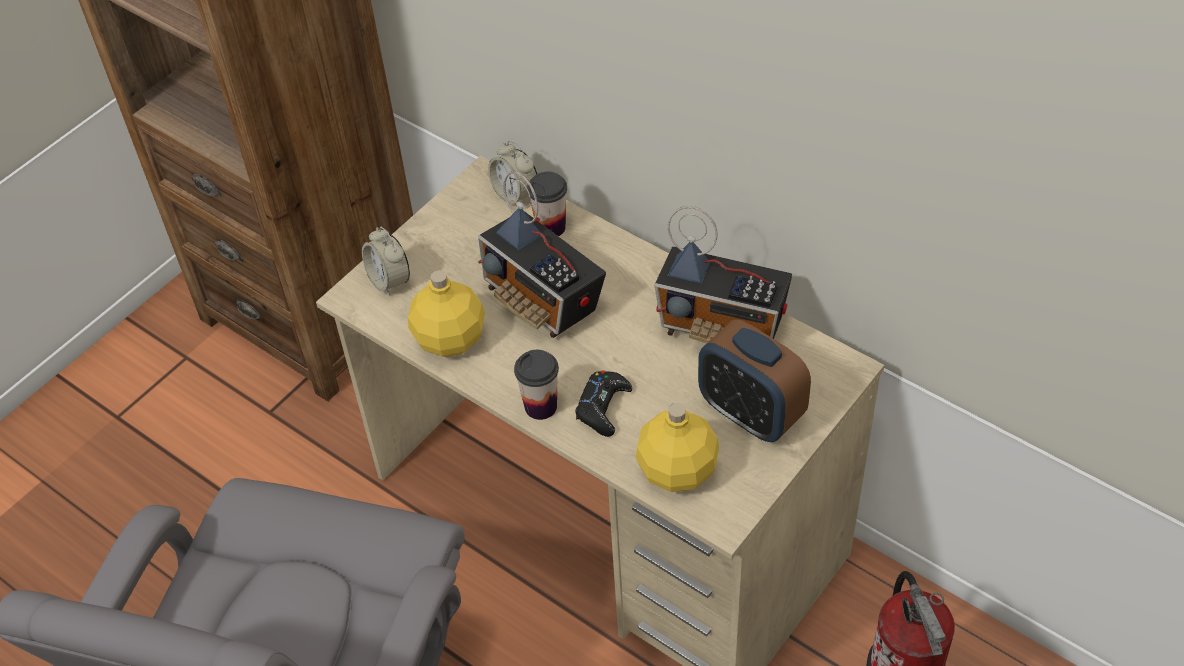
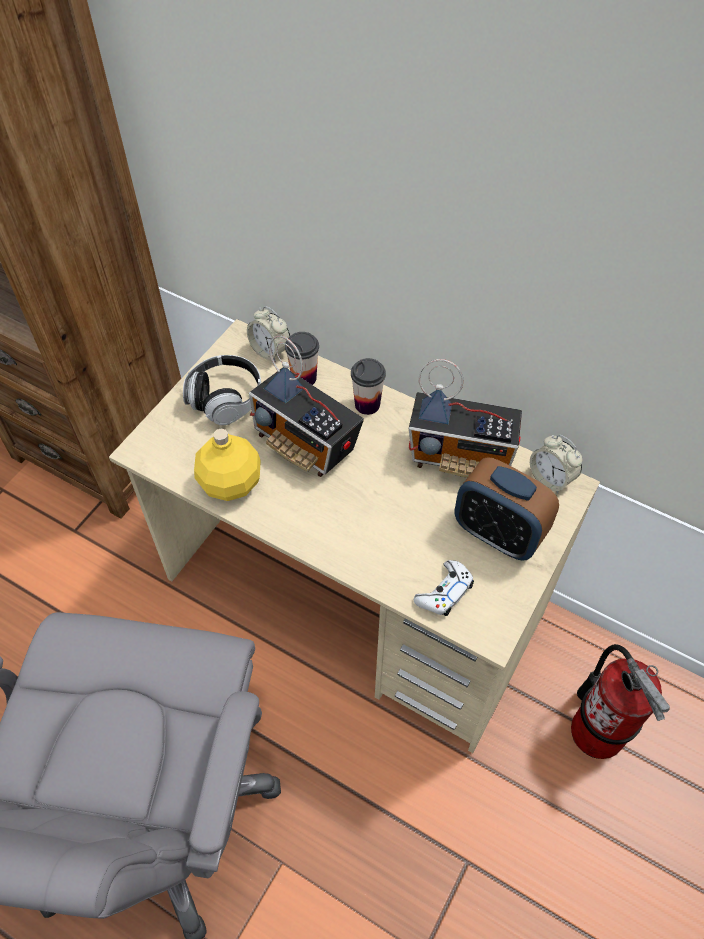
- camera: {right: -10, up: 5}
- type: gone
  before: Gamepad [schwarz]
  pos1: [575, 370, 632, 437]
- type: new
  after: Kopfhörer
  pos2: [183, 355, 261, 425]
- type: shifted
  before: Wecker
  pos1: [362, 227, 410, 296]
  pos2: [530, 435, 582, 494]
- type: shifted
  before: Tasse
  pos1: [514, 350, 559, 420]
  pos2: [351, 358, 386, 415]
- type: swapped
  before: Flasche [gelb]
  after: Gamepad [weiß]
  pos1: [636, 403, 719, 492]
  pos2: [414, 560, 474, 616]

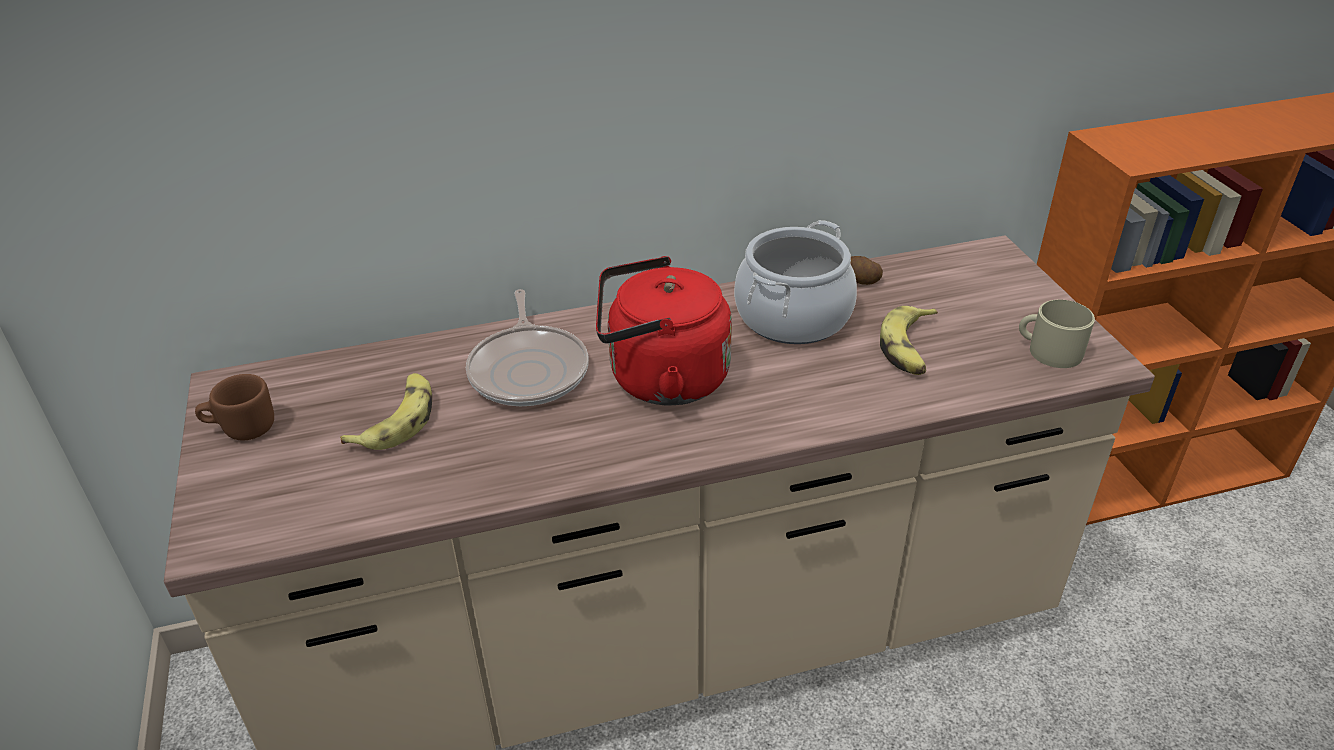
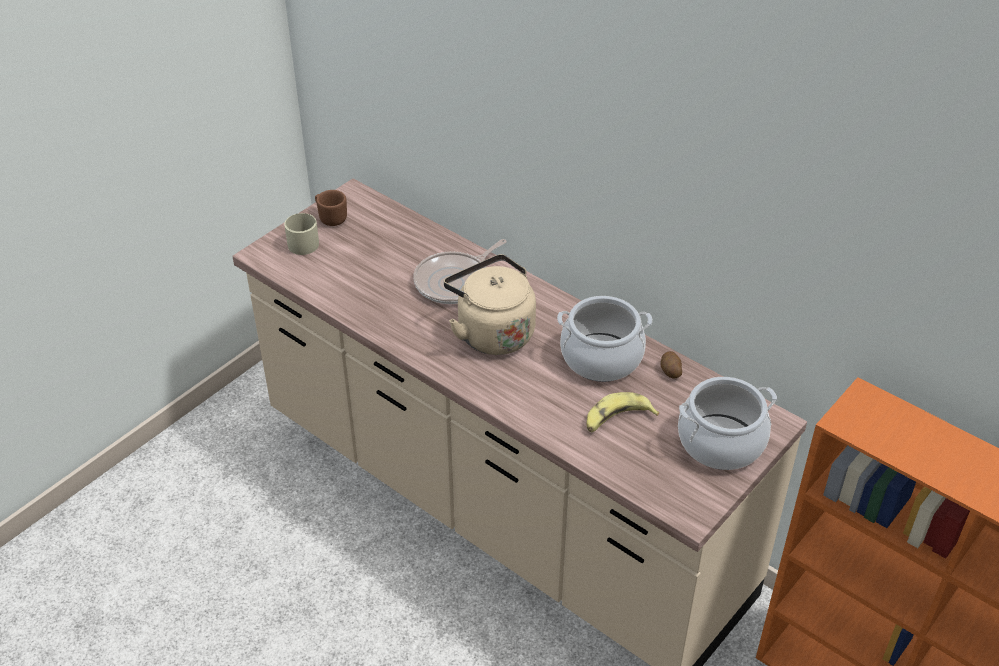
- camera: {right: 55, up: 5}
- type: gone
  before: Banane
  pos1: [340, 373, 432, 450]
- type: new
  after: Kochtopf
  pos2: [678, 377, 777, 470]
- type: shifted
  before: Henkelbecher [beige]
  pos1: [1019, 300, 1095, 368]
  pos2: [284, 213, 319, 255]
- type: repainted
  before: Wasserkessel [rot]
  after: Wasserkessel [beige]
  pos1: [596, 256, 732, 405]
  pos2: [444, 254, 536, 355]

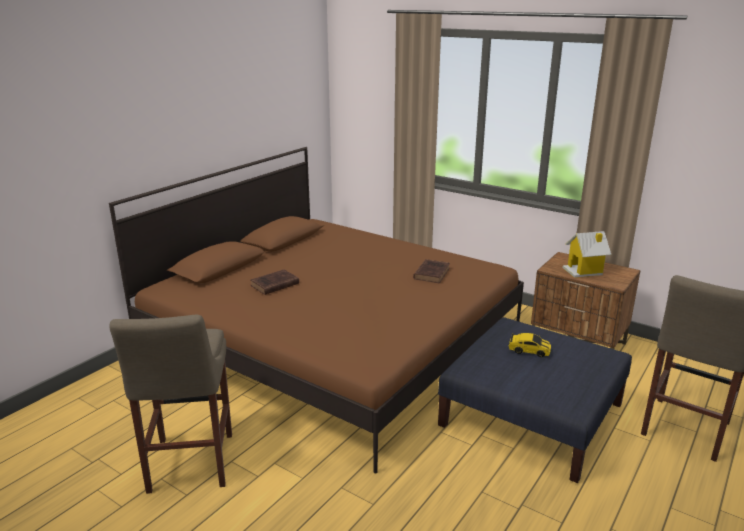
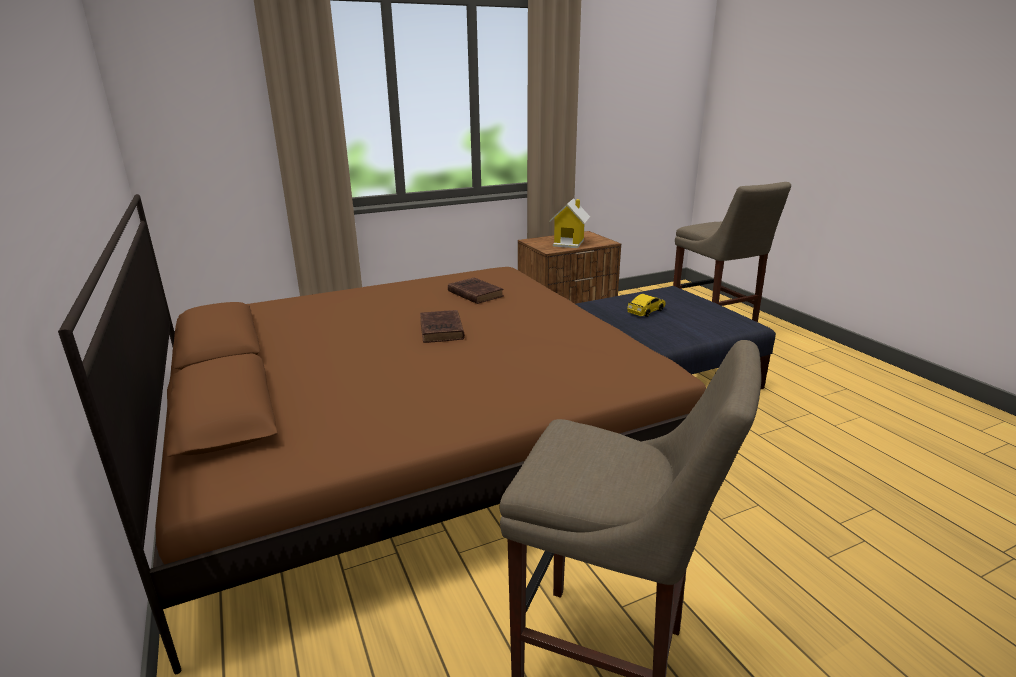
- camera: {right: -60, up: 0}
- type: shifted
  before: Buch [braun]
  pos1: [250, 270, 299, 295]
  pos2: [420, 310, 465, 343]

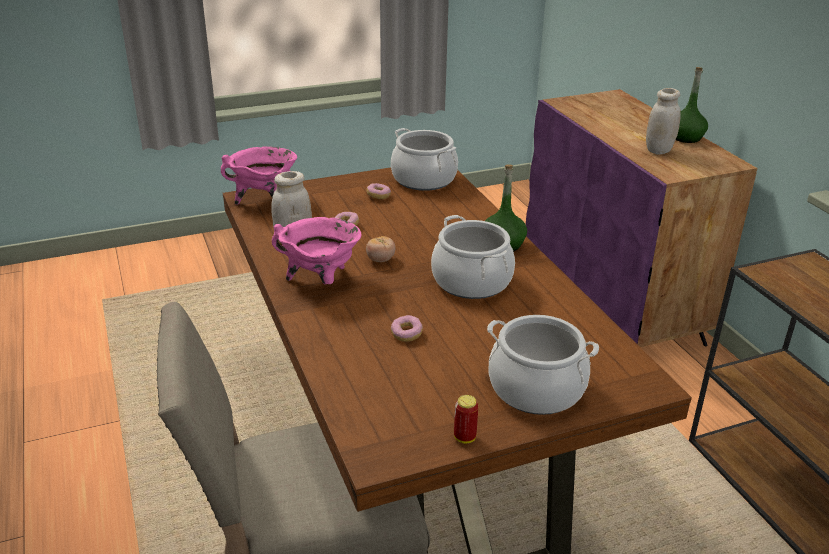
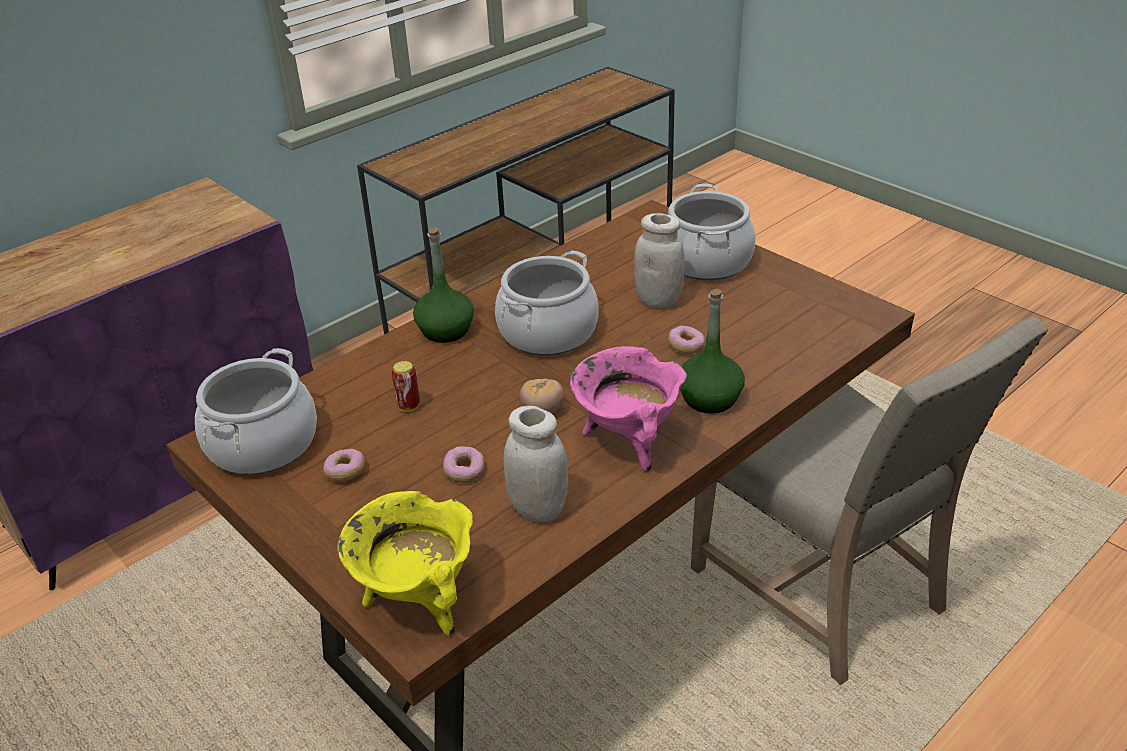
- camera: {right: -110, up: 5}
- type: shifted
  before: Dose
  pos1: [454, 395, 478, 443]
  pos2: [392, 361, 420, 412]
- type: shifted
  before: Vorratsglas [weiß]
  pos1: [646, 88, 681, 155]
  pos2: [634, 213, 685, 308]
- type: shifted
  before: Flasche [grün]
  pos1: [676, 67, 708, 143]
  pos2: [680, 289, 745, 414]
- type: repainted
  before: Kochtopf [rosa]
  after: Kochtopf [gelb]
  pos1: [221, 146, 297, 205]
  pos2: [337, 491, 473, 636]

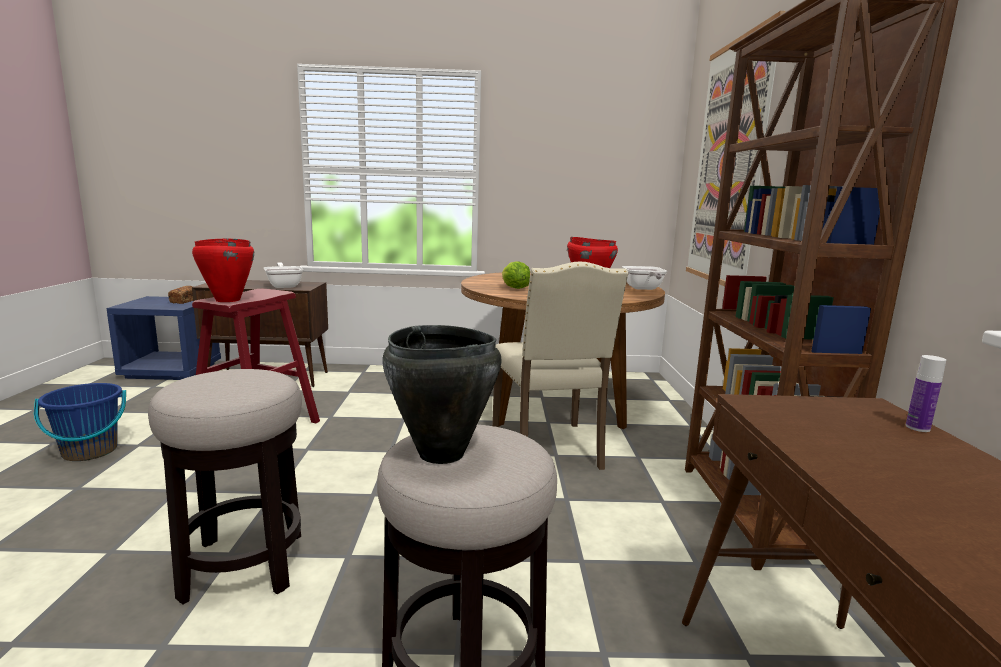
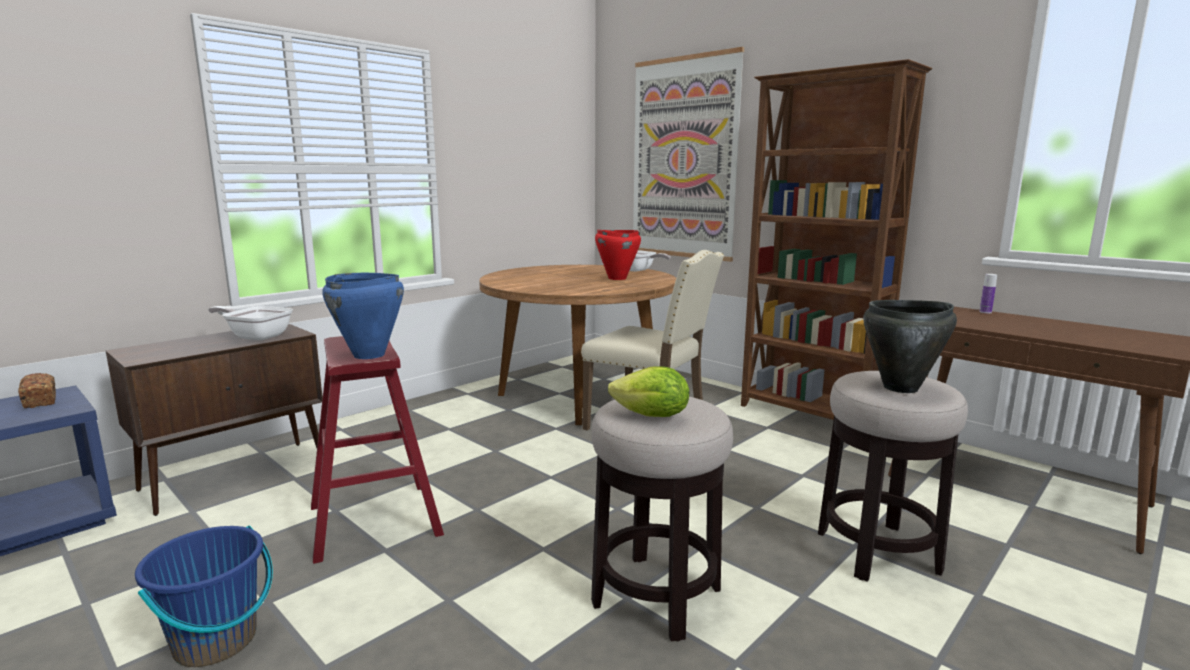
- camera: {right: -45, up: 0}
- type: shifted
  before: Salatkopf
  pos1: [502, 261, 530, 289]
  pos2: [608, 366, 689, 417]
- type: repainted
  before: Kochtopf [rot]
  after: Kochtopf [blau]
  pos1: [192, 238, 254, 302]
  pos2: [322, 273, 404, 359]

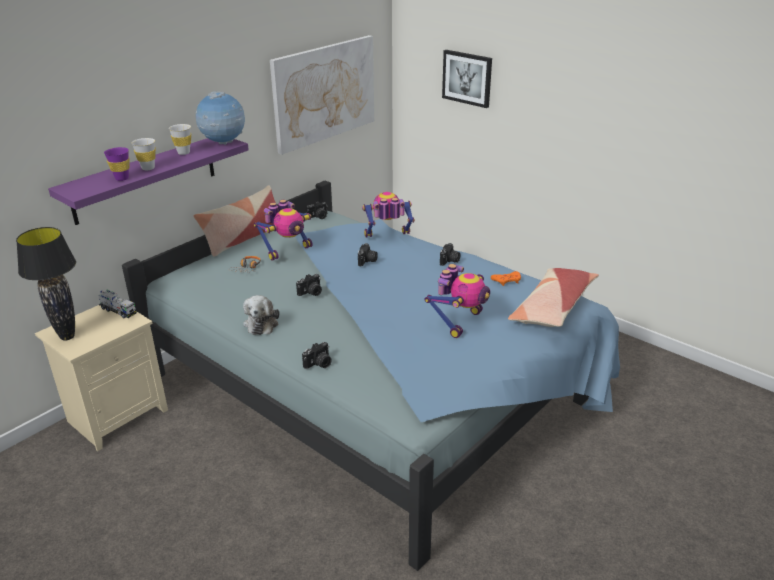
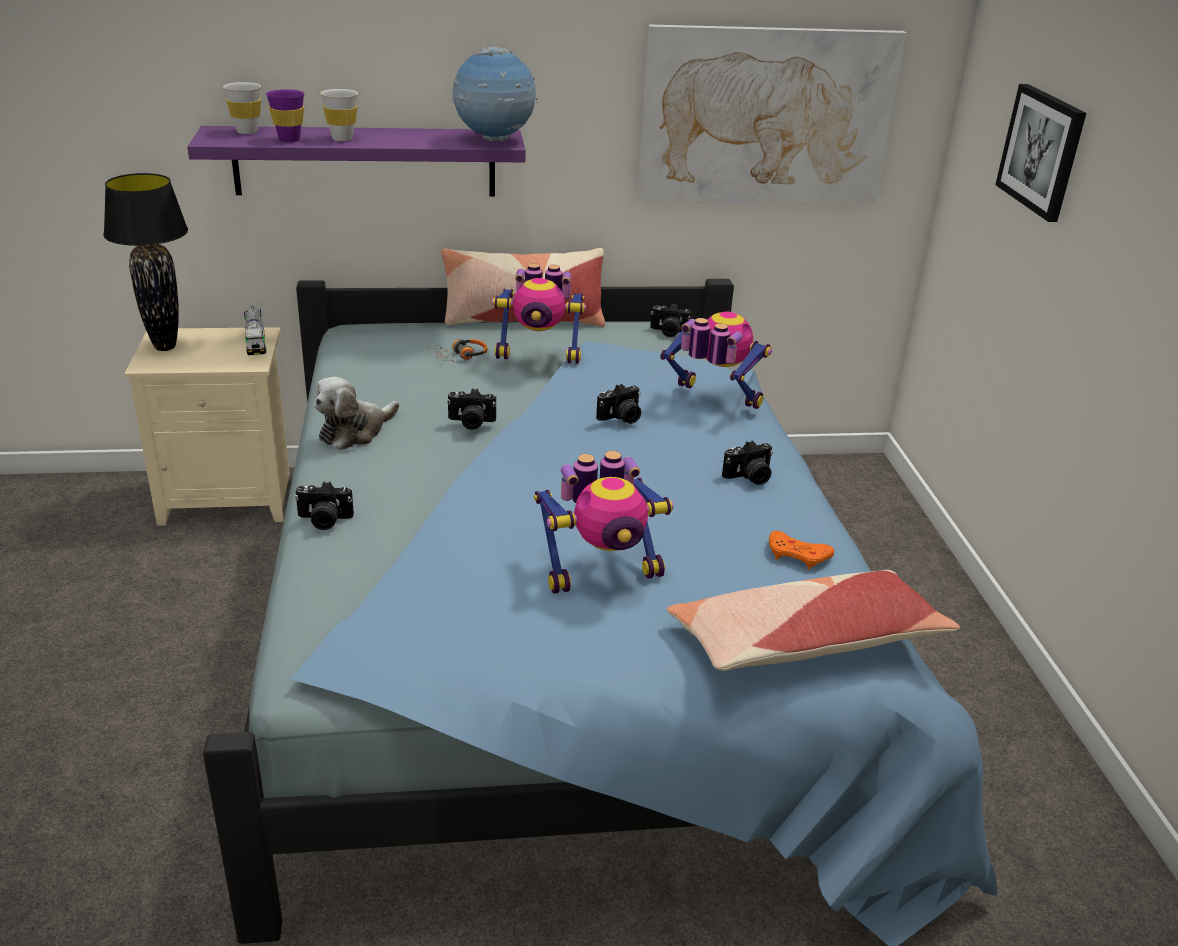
- camera: {right: 40, up: 0}
- type: shifted
  before: Tasse [weiß]
  pos1: [169, 124, 191, 155]
  pos2: [223, 82, 261, 134]

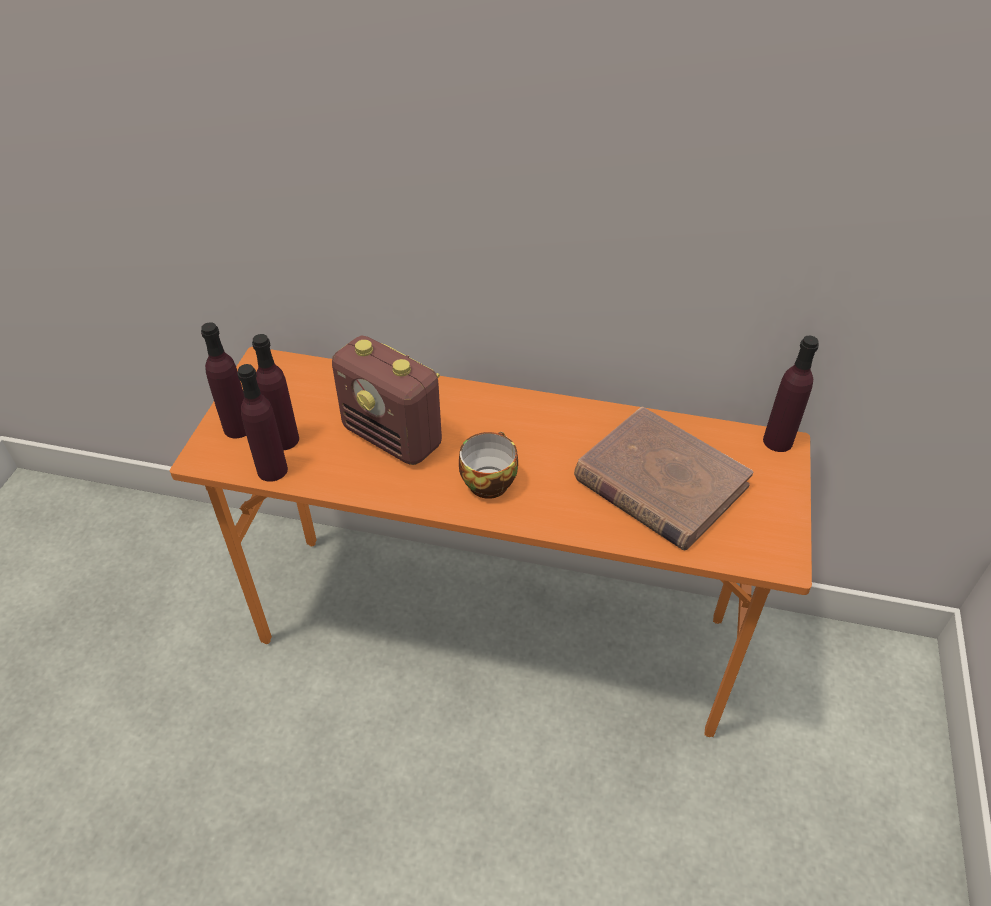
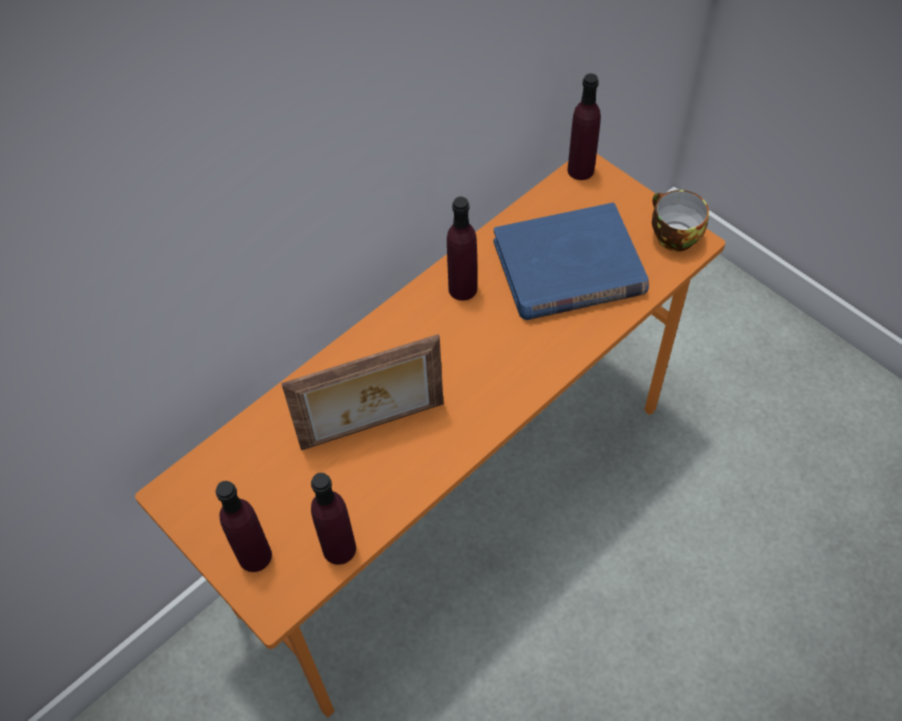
- camera: {right: -55, up: 10}
- type: shifted
  before: Flasche [lila]
  pos1: [252, 334, 299, 450]
  pos2: [447, 197, 477, 301]
- type: shifted
  before: Tasse
  pos1: [459, 432, 518, 499]
  pos2: [652, 190, 709, 252]
- type: swapped
  before: Radio
  after: Bilderrahmen
  pos1: [332, 335, 442, 465]
  pos2: [281, 334, 444, 450]
- type: repainted
  before: Buch [braun]
  after: Buch [blau]
  pos1: [574, 407, 753, 550]
  pos2: [494, 203, 649, 320]

